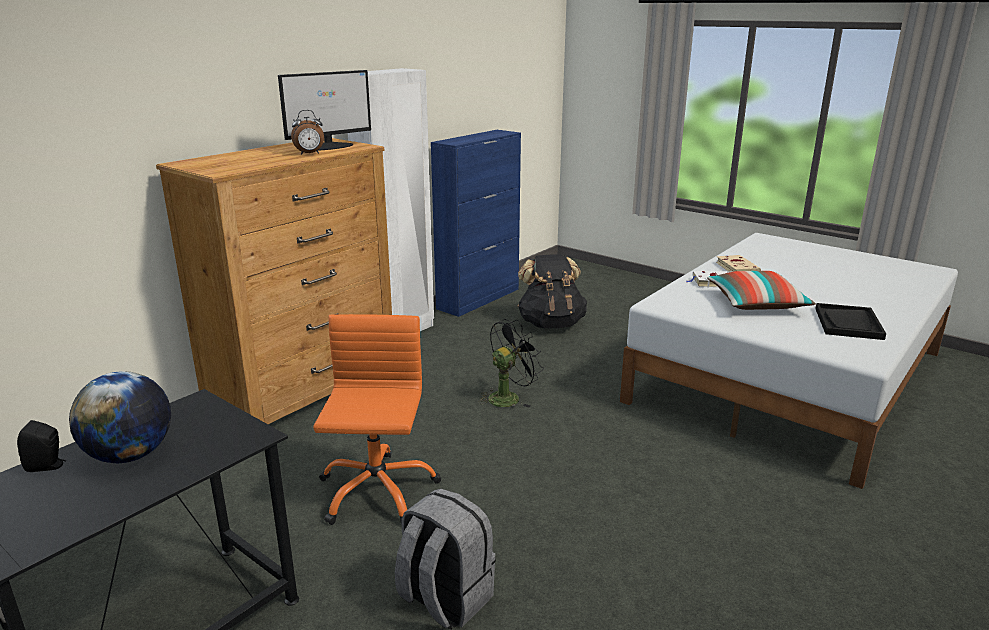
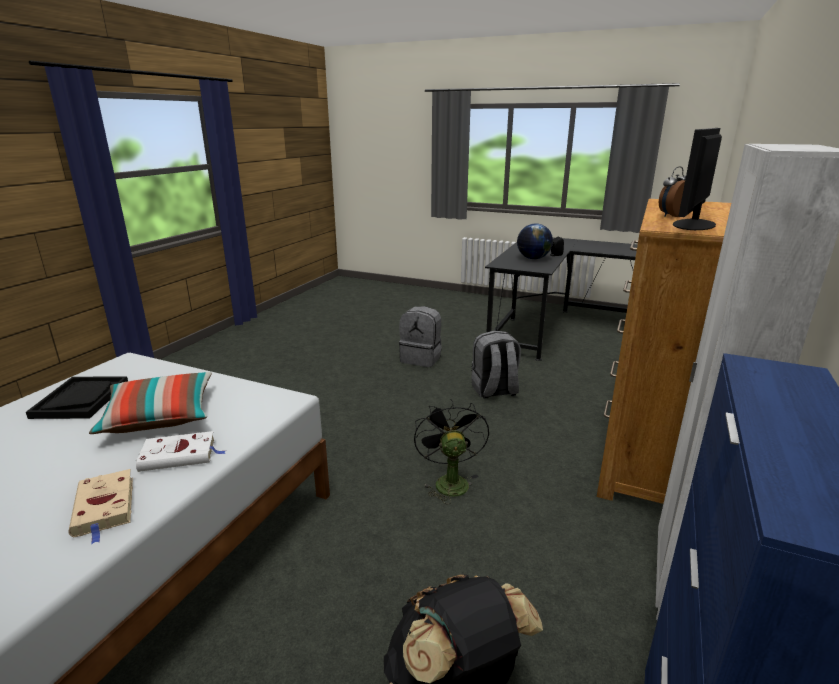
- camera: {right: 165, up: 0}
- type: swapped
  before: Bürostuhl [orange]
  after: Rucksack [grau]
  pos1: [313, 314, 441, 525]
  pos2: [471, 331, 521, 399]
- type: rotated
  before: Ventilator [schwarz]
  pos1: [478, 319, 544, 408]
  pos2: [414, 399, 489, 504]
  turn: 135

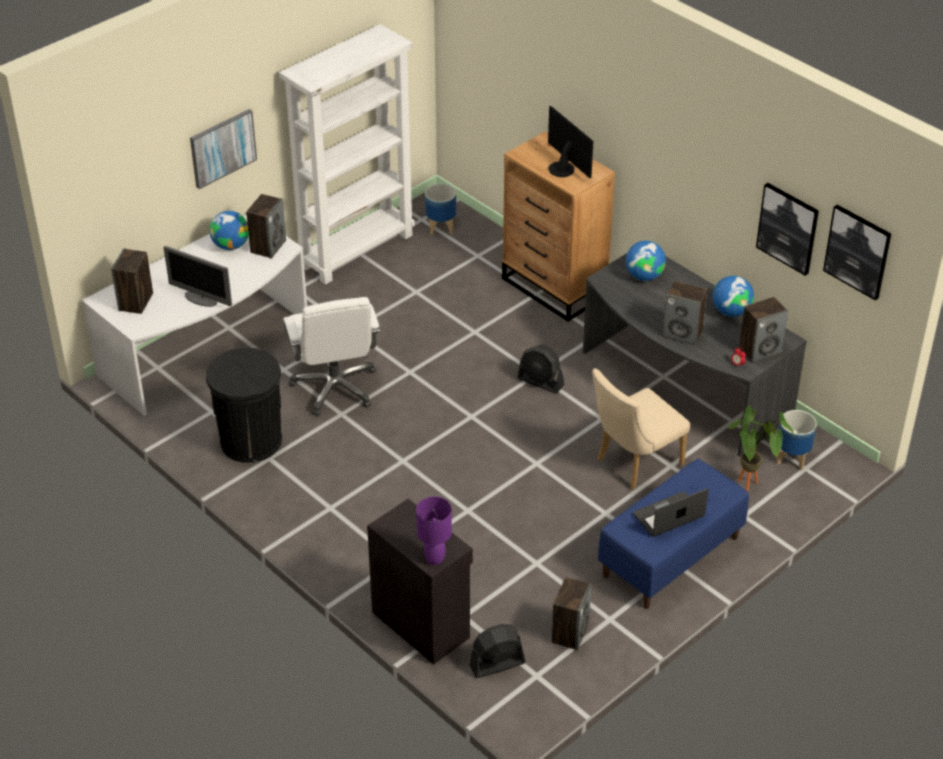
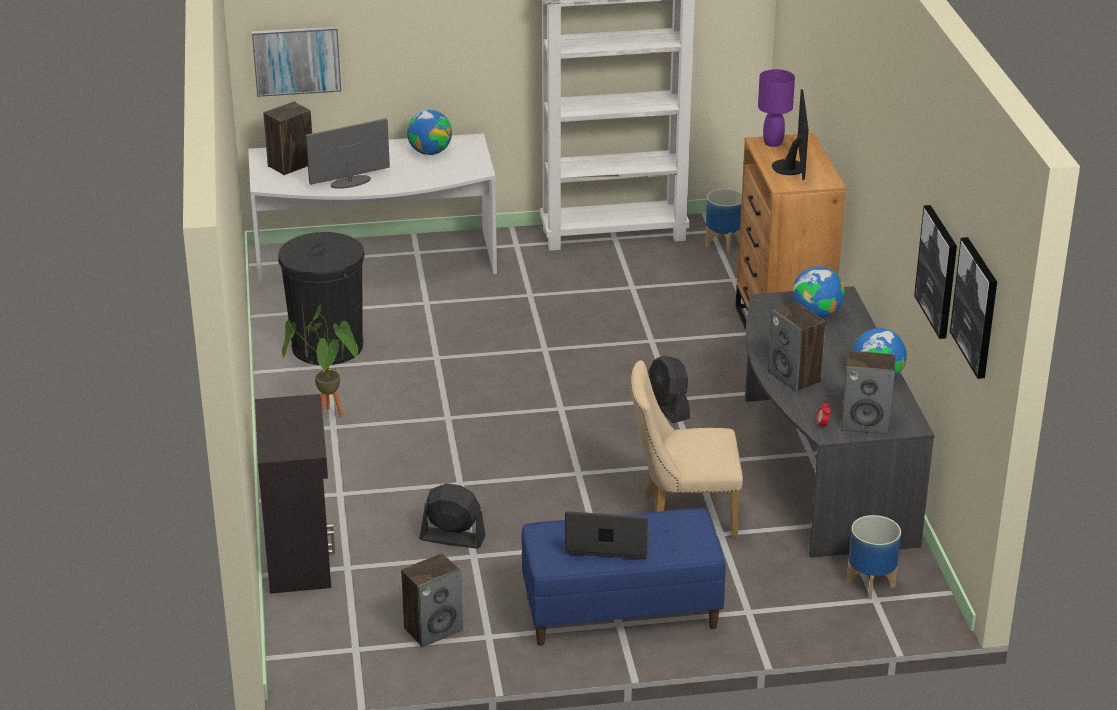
- camera: {right: 35, up: -10}
- type: gone
  before: Lautsprecher
  pos1: [246, 194, 286, 259]
- type: gone
  before: Bürostuhl [weiß]
  pos1: [283, 297, 380, 416]
- type: shifted
  before: Bild
  pos1: [190, 109, 257, 189]
  pos2: [252, 27, 341, 97]
- type: shifted
  before: Tischlampe [lila]
  pos1: [416, 496, 452, 565]
  pos2: [758, 69, 795, 147]
- type: shifted
  before: Ventilator [schwarz]
  pos1: [469, 624, 525, 678]
  pos2: [420, 483, 486, 549]
- type: shifted
  before: Topfpflanze
  pos1: [727, 406, 793, 491]
  pos2: [282, 304, 358, 417]
- type: rotated
  before: Monitor
  pos1: [164, 246, 232, 307]
  pos2: [306, 118, 390, 189]
  turn: 90

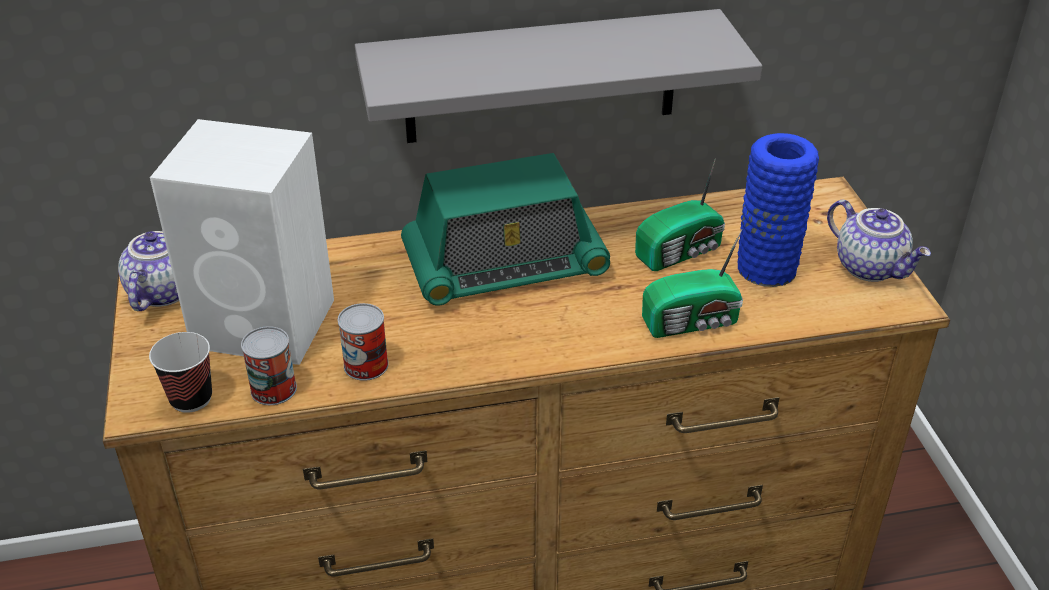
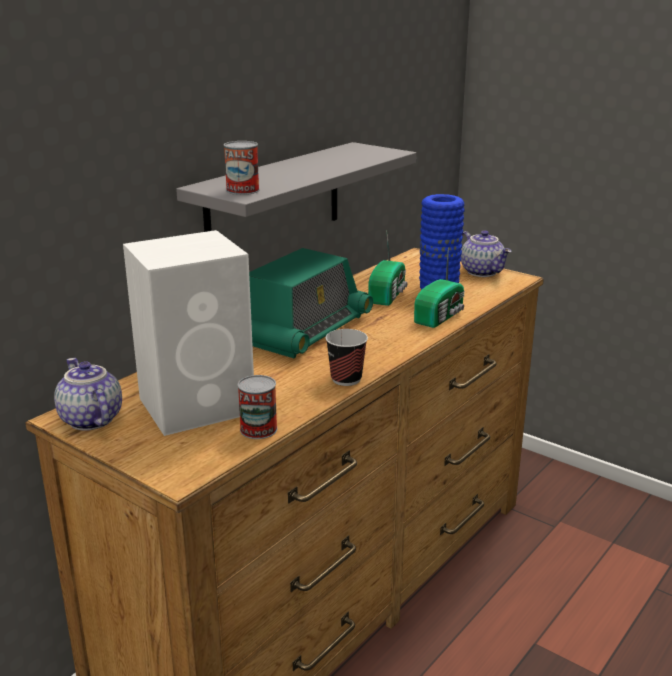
- camera: {right: -40, up: -15}
- type: shifted
  before: Tasse
  pos1: [149, 332, 212, 413]
  pos2: [325, 329, 368, 386]
- type: shifted
  before: Dose
  pos1: [338, 303, 389, 381]
  pos2: [224, 141, 260, 195]
- type: rotated
  before: Teekanne
  pos1: [827, 200, 931, 282]
  pos2: [461, 230, 511, 277]
  turn: 45

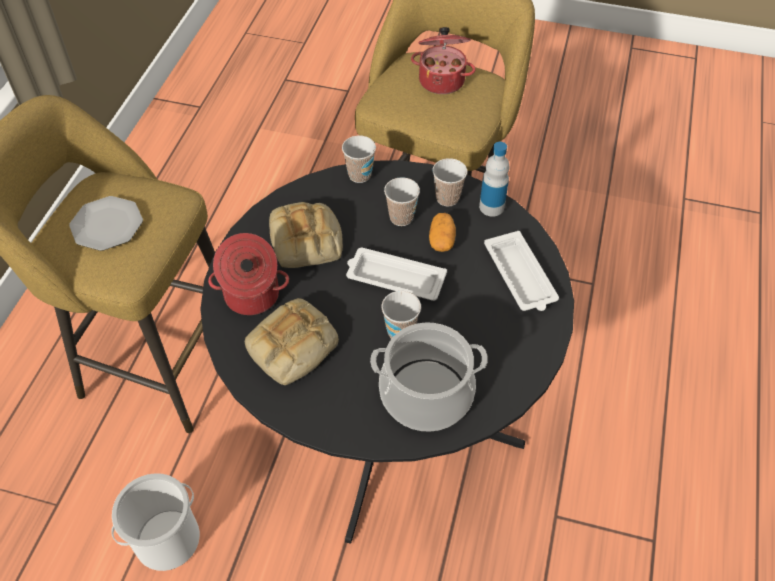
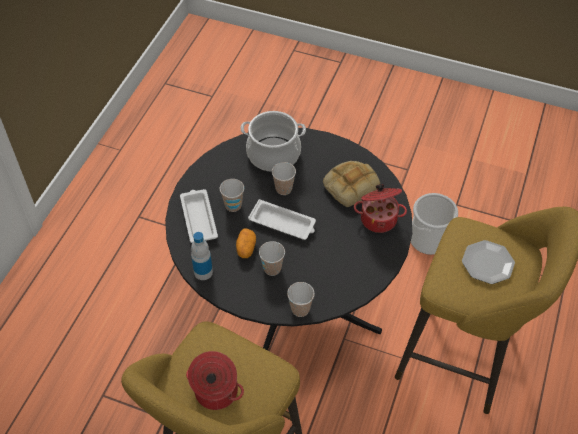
- camera: {right: -175, up: 0}
- type: gone
  before: Brot
  pos1: [269, 202, 343, 268]
- type: shifted
  before: Tasse
  pos1: [432, 158, 467, 207]
  pos2: [220, 179, 244, 212]

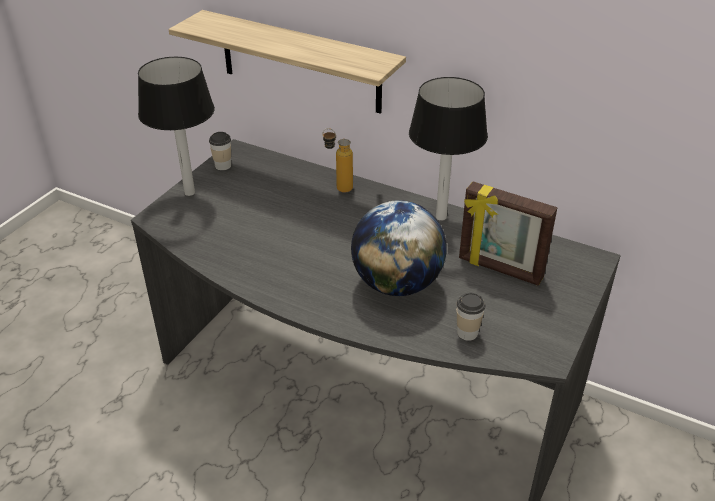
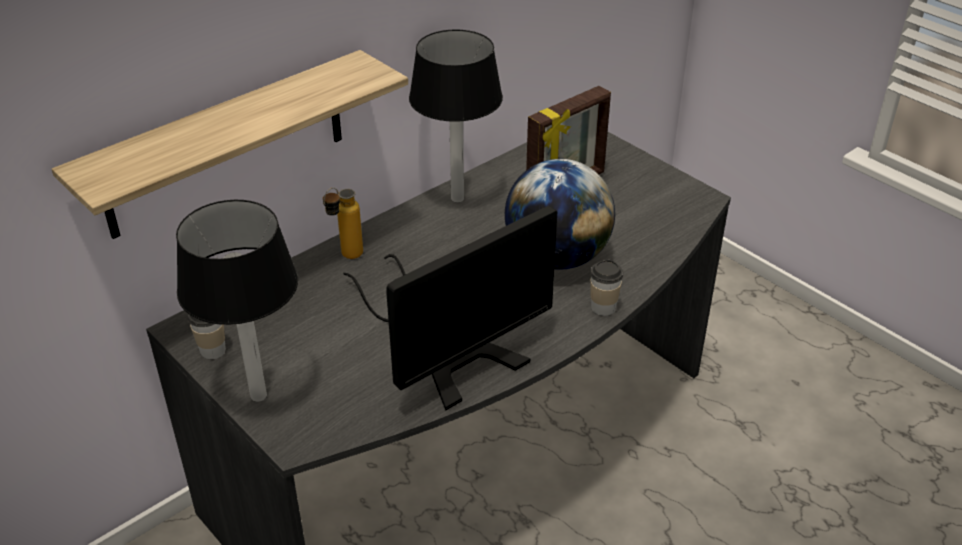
- camera: {right: -70, up: 0}
- type: new
  after: Monitor
  pos2: [344, 206, 557, 410]
- type: shifted
  before: Tasse
  pos1: [456, 293, 485, 341]
  pos2: [590, 259, 623, 316]

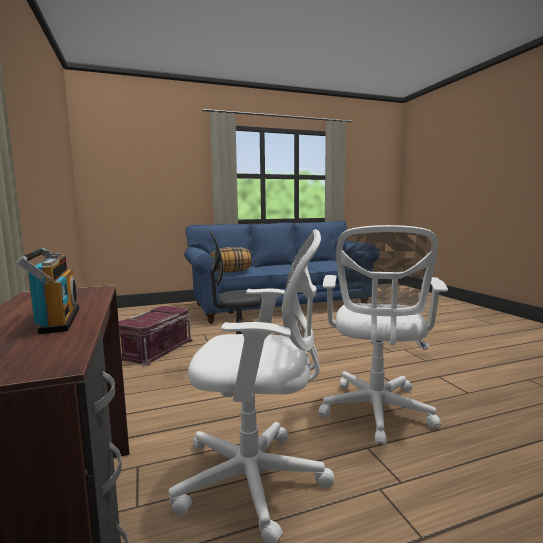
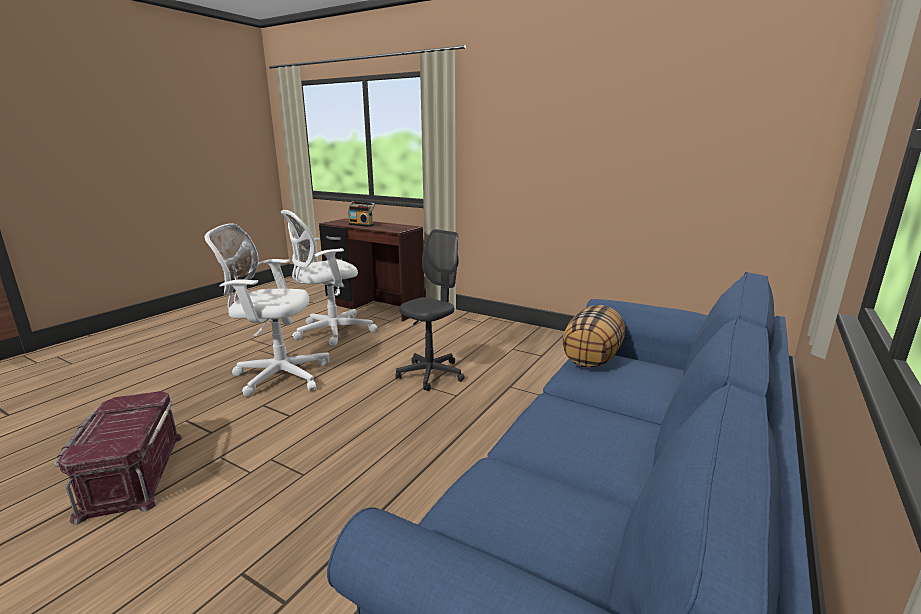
- camera: {right: 140, up: 10}
- type: shifted
  before: Aufbewahrungsbox [rot]
  pos1: [119, 306, 193, 366]
  pos2: [54, 391, 183, 525]
- type: rotated
  before: Bürostuhl [weiß]
  pos1: [318, 225, 448, 446]
  pos2: [205, 223, 329, 397]
  turn: -60

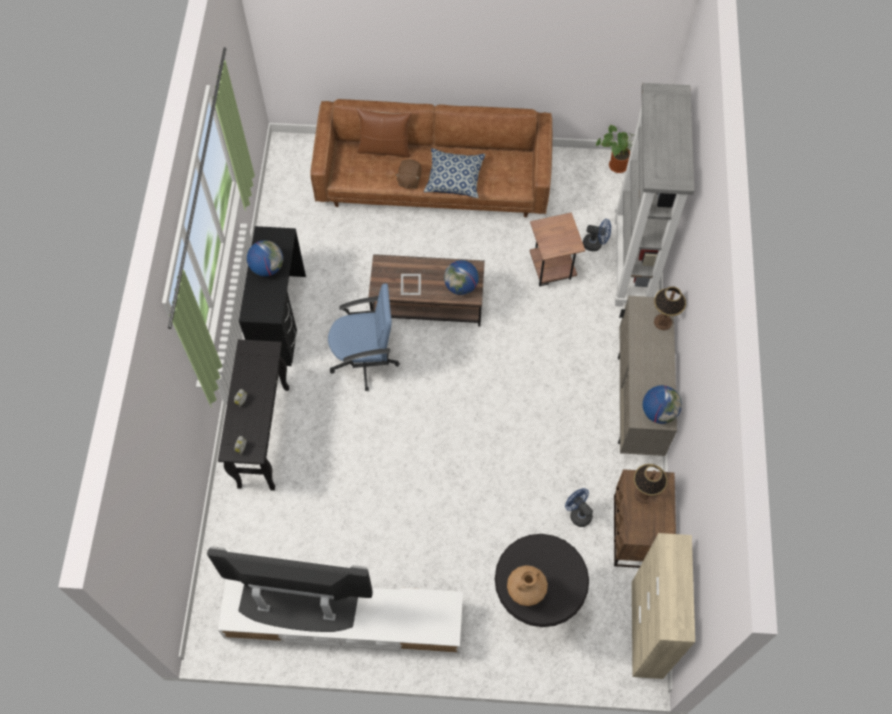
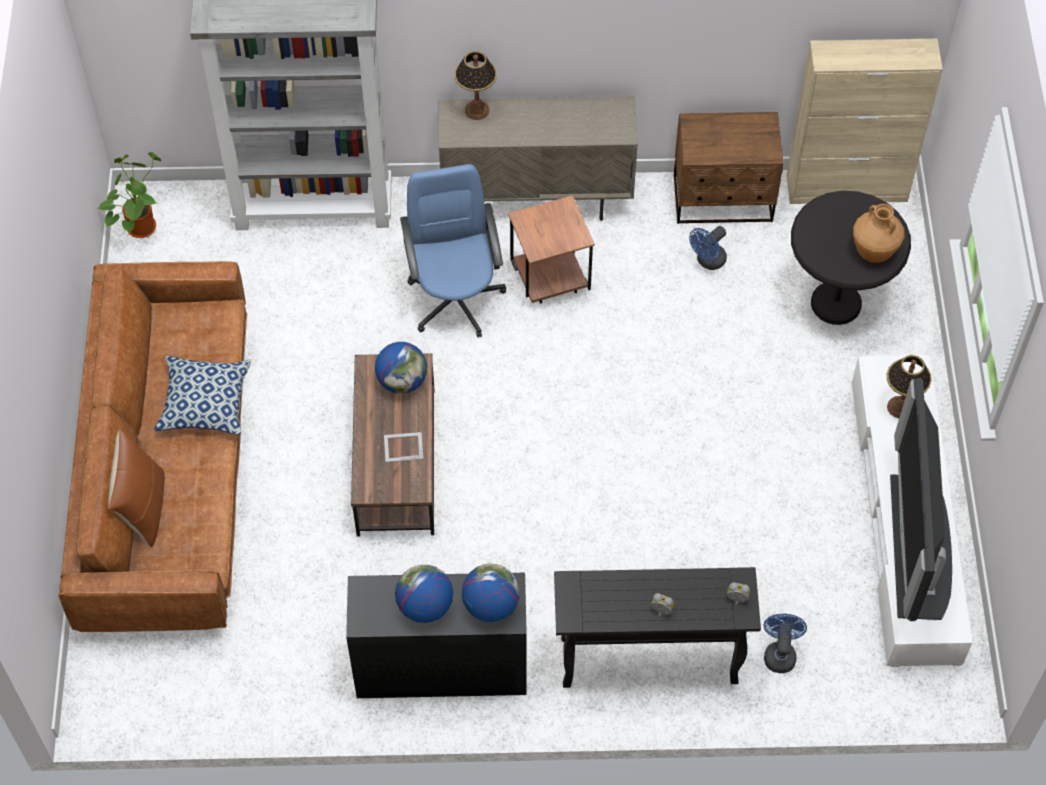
- camera: {right: -95, up: -5}
- type: gone
  before: Plüschtier [braun]
  pos1: [396, 160, 422, 189]
- type: shifted
  before: Bürostuhl [blau]
  pos1: [328, 283, 400, 391]
  pos2: [400, 164, 506, 337]
- type: shifted
  before: Beistelltisch [braun]
  pos1: [530, 212, 585, 287]
  pos2: [508, 195, 595, 304]
- type: shifted
  before: Ventilator [blau]
  pos1: [583, 219, 611, 251]
  pos2: [764, 614, 807, 673]
- type: shifted
  before: Tischlampe
  pos1: [634, 464, 667, 504]
  pos2: [887, 355, 932, 418]
- type: shifted
  before: Globus
  pos1: [643, 385, 682, 424]
  pos2: [462, 564, 520, 622]

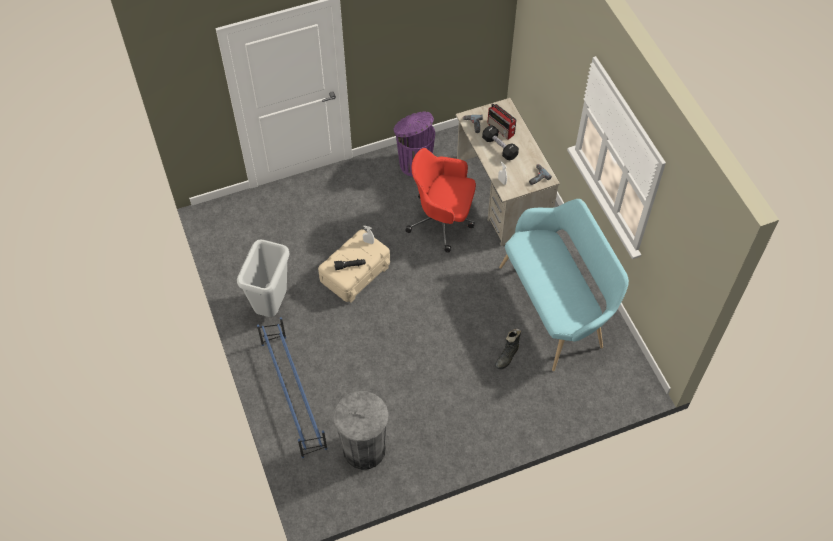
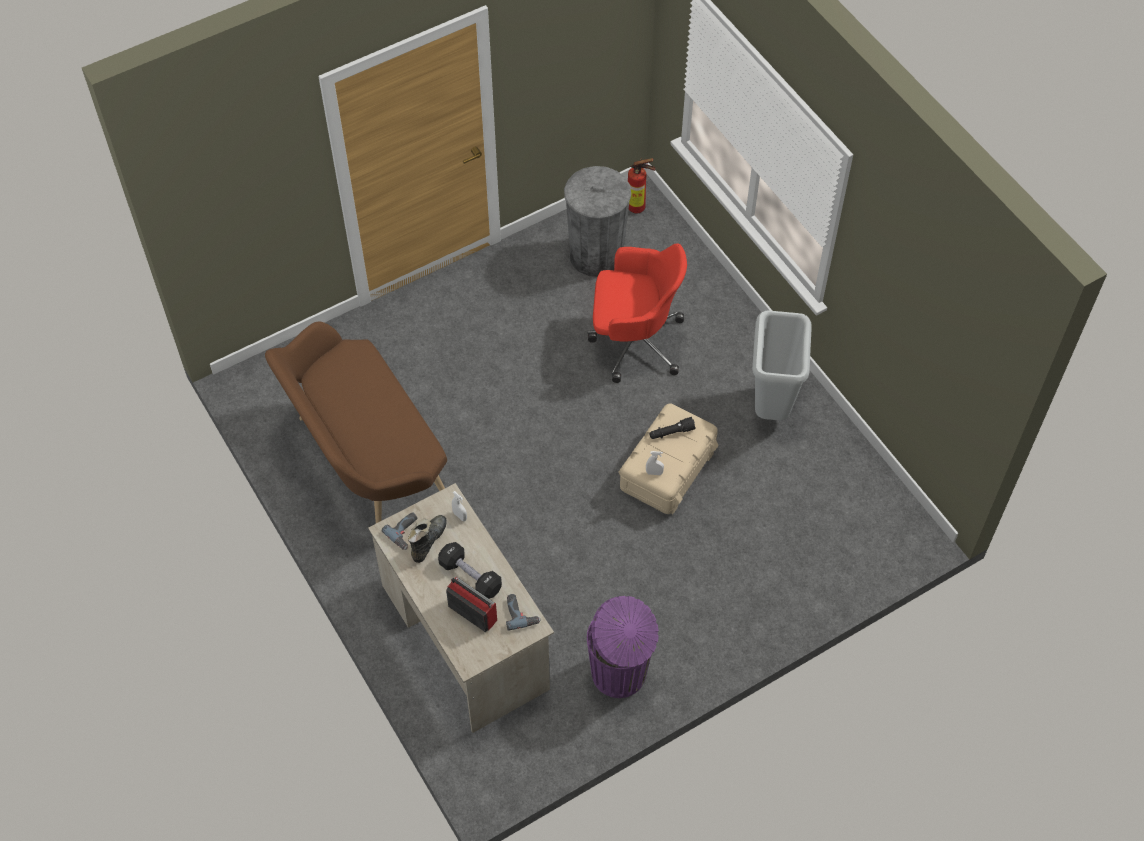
- camera: {right: 170, up: 0}
- type: gone
  before: Schuhregal [blau]
  pos1: [257, 317, 327, 458]
- type: new
  after: Feuerlöscher
  pos2: [628, 158, 655, 213]
- type: shifted
  before: Bürostuhl [rot]
  pos1: [405, 148, 476, 252]
  pos2: [588, 243, 687, 383]
- type: shifted
  before: Stiefel [schwarz]
  pos1: [495, 328, 521, 369]
  pos2: [408, 515, 447, 563]
- type: repainted
  before: Bank [türkis]
  after: Bank [braun]
  pos1: [499, 199, 629, 371]
  pos2: [265, 321, 447, 523]

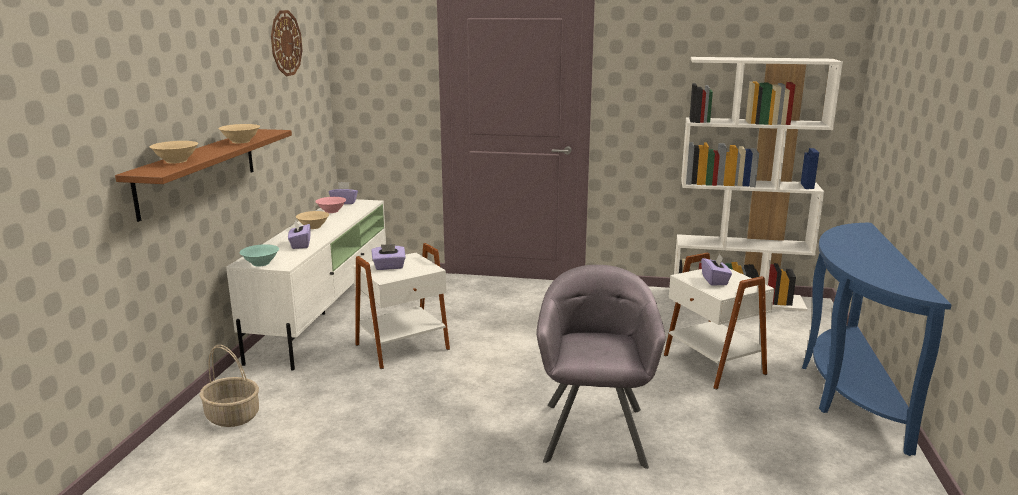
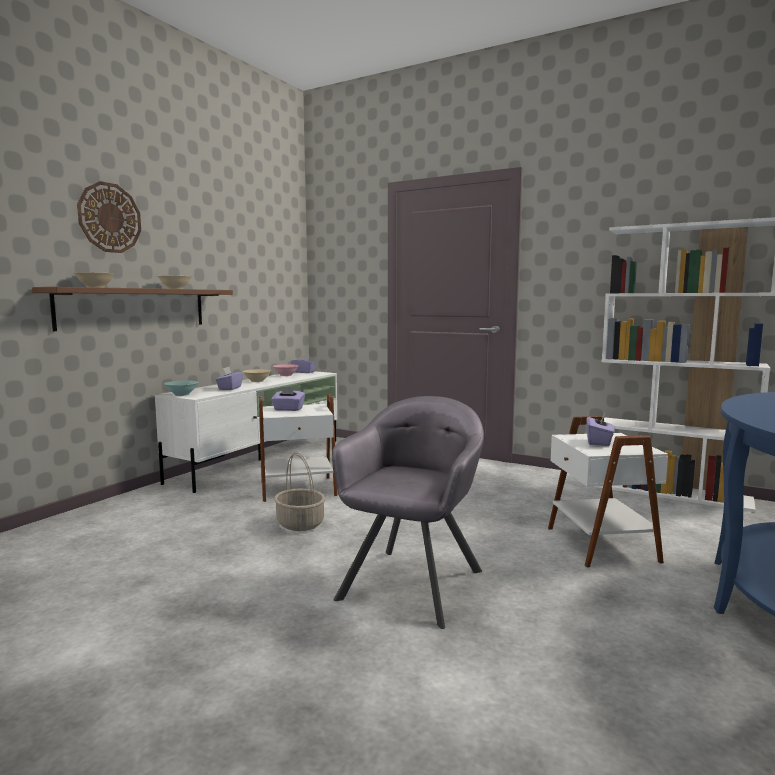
- camera: {right: 20, up: -10}
- type: shifted
  before: Korb
  pos1: [199, 345, 259, 427]
  pos2: [274, 452, 325, 531]
- type: shifted
  before: Wanduhr
  pos1: [271, 10, 302, 76]
  pos2: [77, 181, 141, 253]

